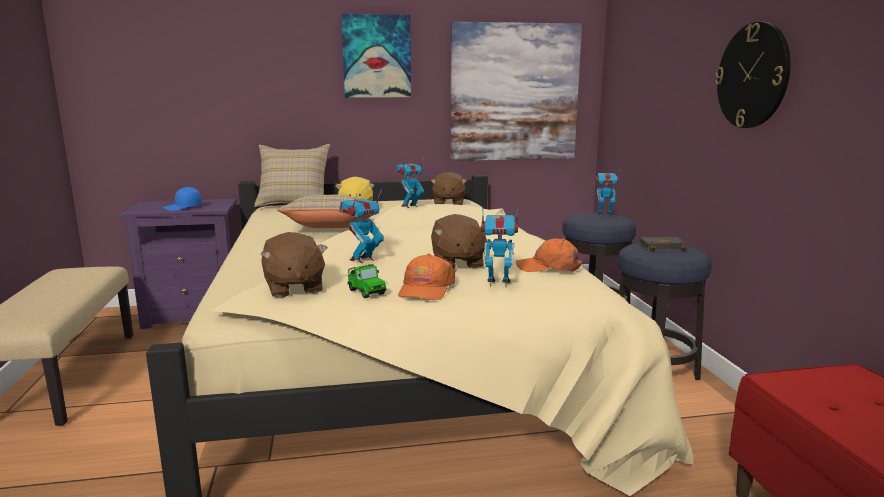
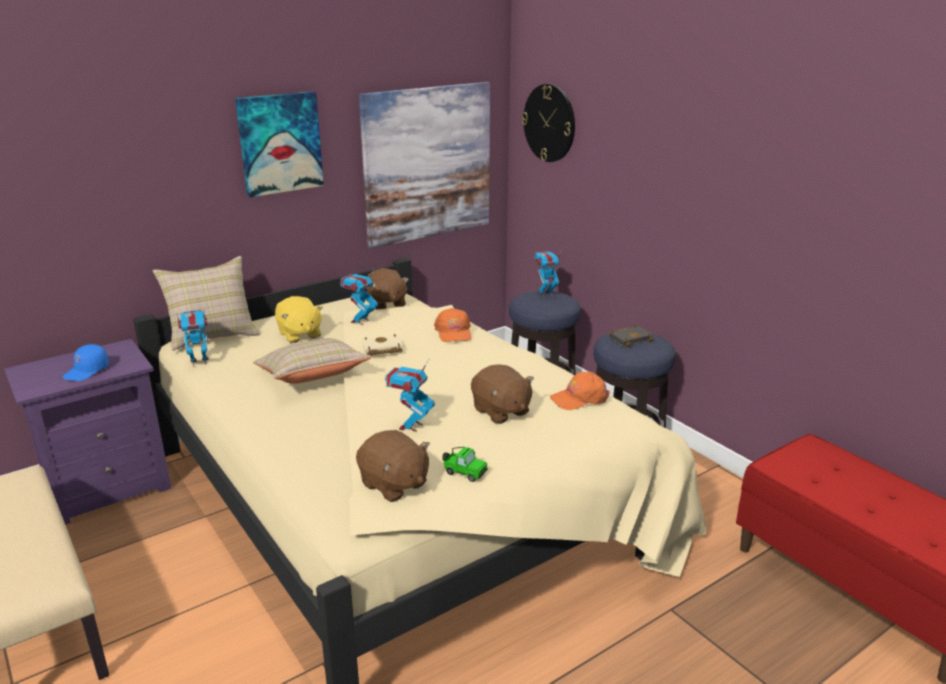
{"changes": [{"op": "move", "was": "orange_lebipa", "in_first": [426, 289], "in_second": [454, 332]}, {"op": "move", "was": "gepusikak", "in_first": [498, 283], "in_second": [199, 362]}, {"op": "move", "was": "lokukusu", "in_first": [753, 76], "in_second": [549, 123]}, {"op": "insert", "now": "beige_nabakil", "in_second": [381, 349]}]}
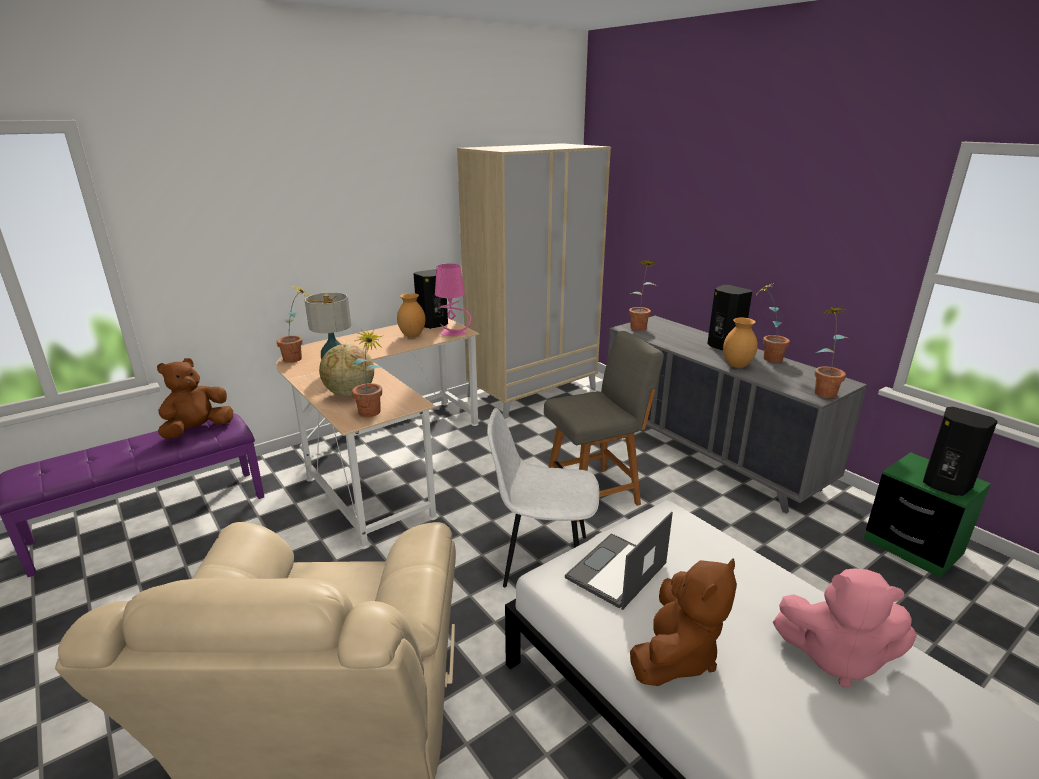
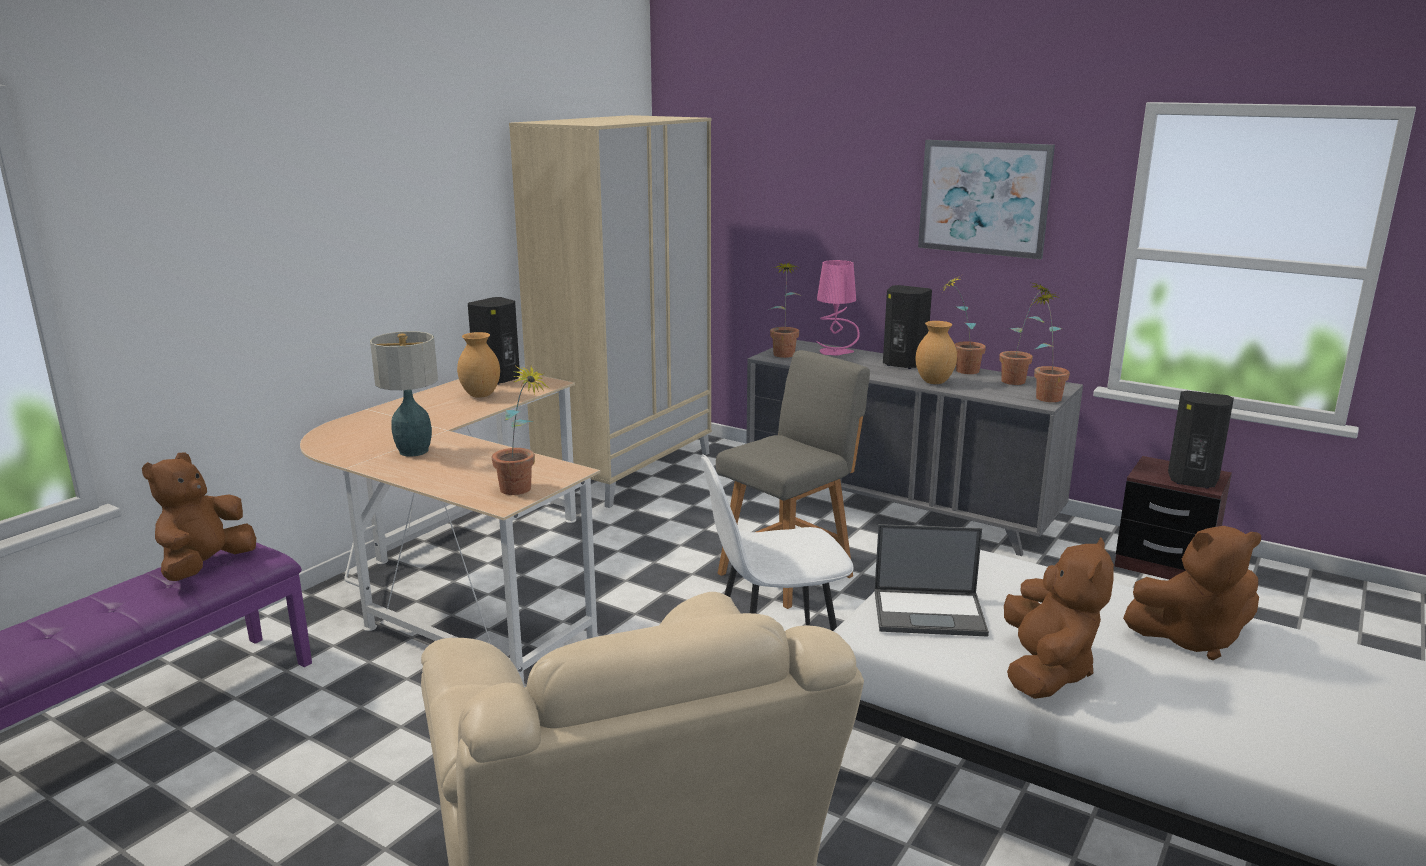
{"changes": [{"op": "move", "was": "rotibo", "in_first": [298, 359], "in_second": [1019, 380]}, {"op": "delete", "was": "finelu", "in_first": [349, 394]}, {"op": "move", "was": "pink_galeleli", "in_first": [453, 333], "in_second": [835, 353]}, {"op": "rotate", "was": "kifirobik", "in_first": [616, 571], "in_second": [930, 612], "clockwise": -105}, {"op": "recolor", "was": "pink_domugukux", "now": "brown_domugukux", "in_first": [836, 656], "in_second": [1191, 638]}, {"op": "recolor", "was": "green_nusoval", "now": "brown_nusoval", "in_first": [912, 547], "in_second": [1164, 564]}, {"op": "insert", "now": "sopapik", "in_second": [984, 198]}]}
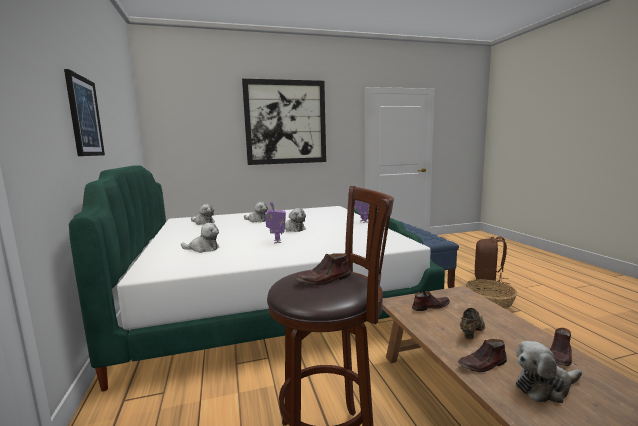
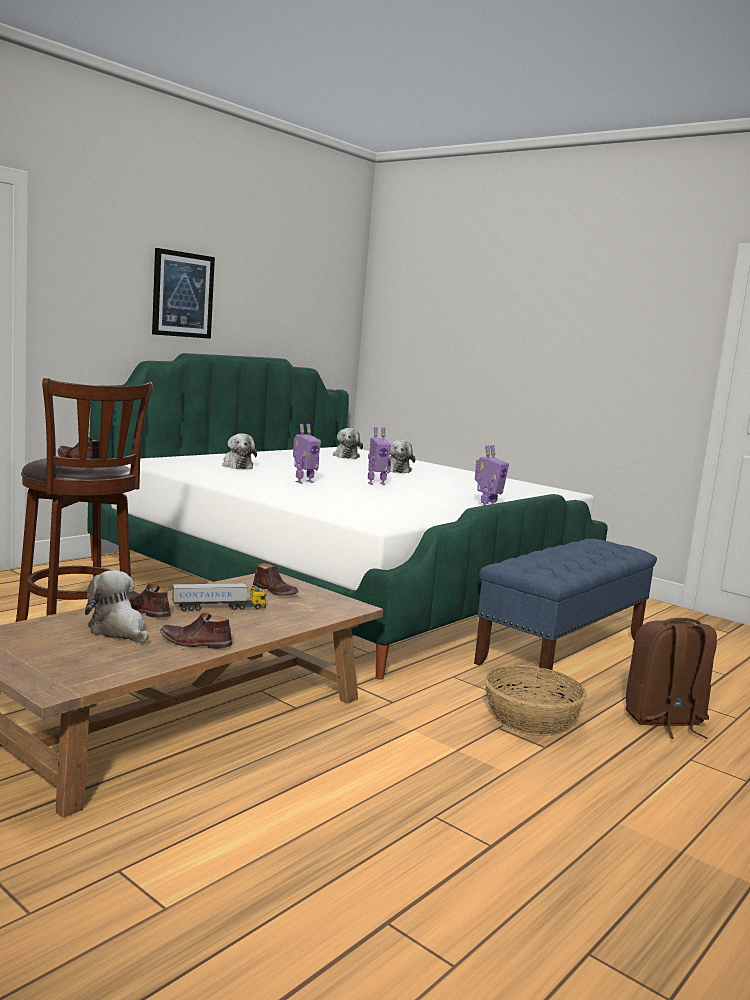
{"changes": [{"op": "delete", "was": "sopapik", "in_first": [285, 122]}, {"op": "replace", "was": "domugukux", "now": "gepusikak", "in_first": [293, 229], "in_second": [376, 484]}, {"op": "replace", "was": "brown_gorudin", "now": "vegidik", "in_first": [471, 332], "in_second": [219, 608]}]}
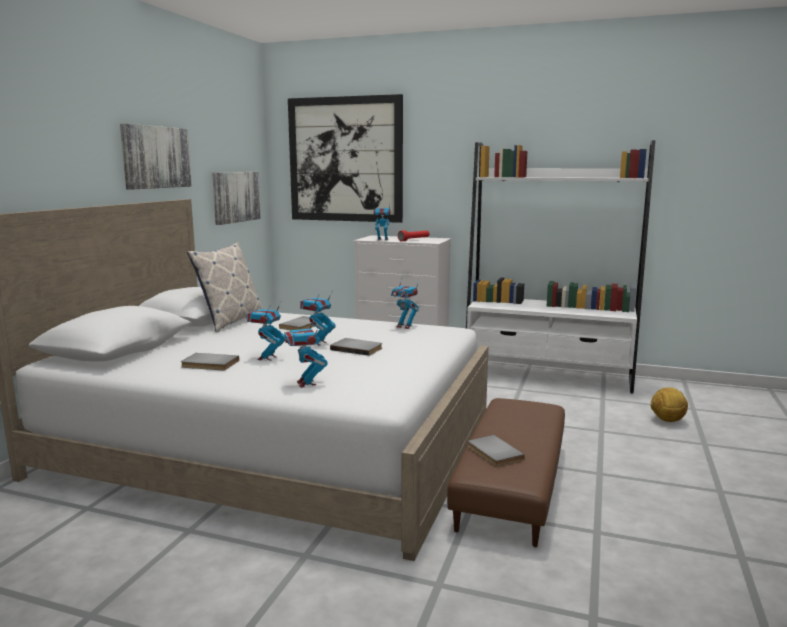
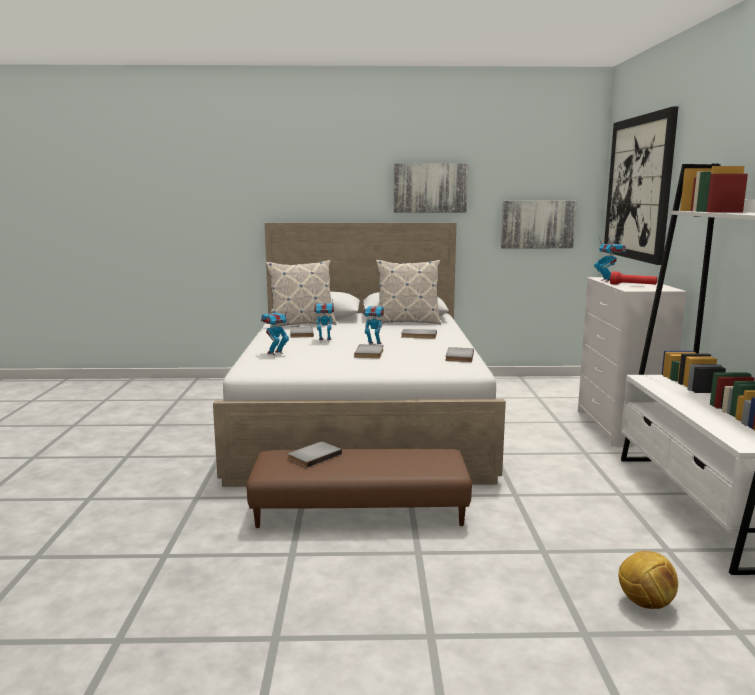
{"changes": [{"op": "replace", "was": "gepusikak", "now": "grey_nabakil", "in_first": [405, 326], "in_second": [458, 356]}, {"op": "insert", "now": "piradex", "in_second": [301, 324]}]}
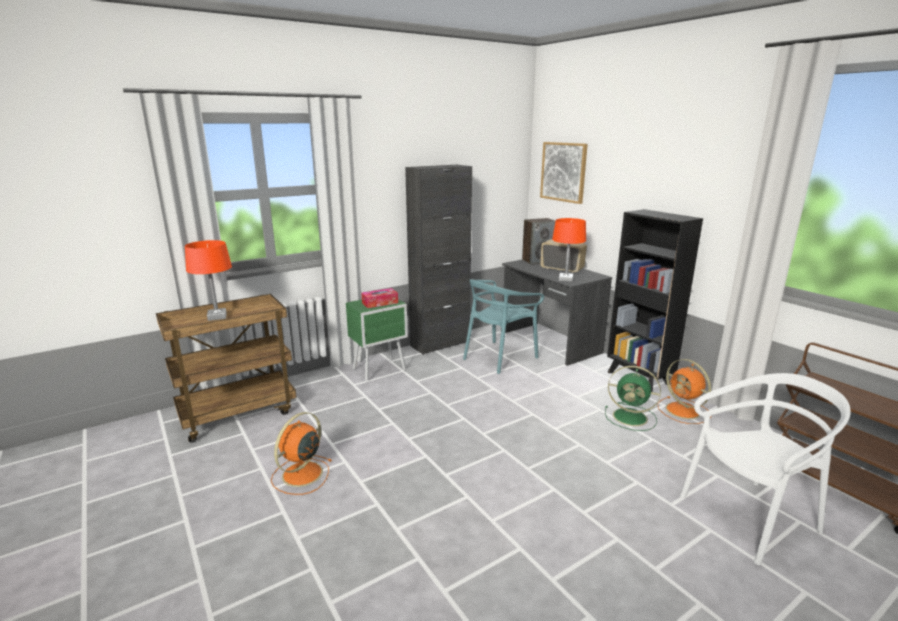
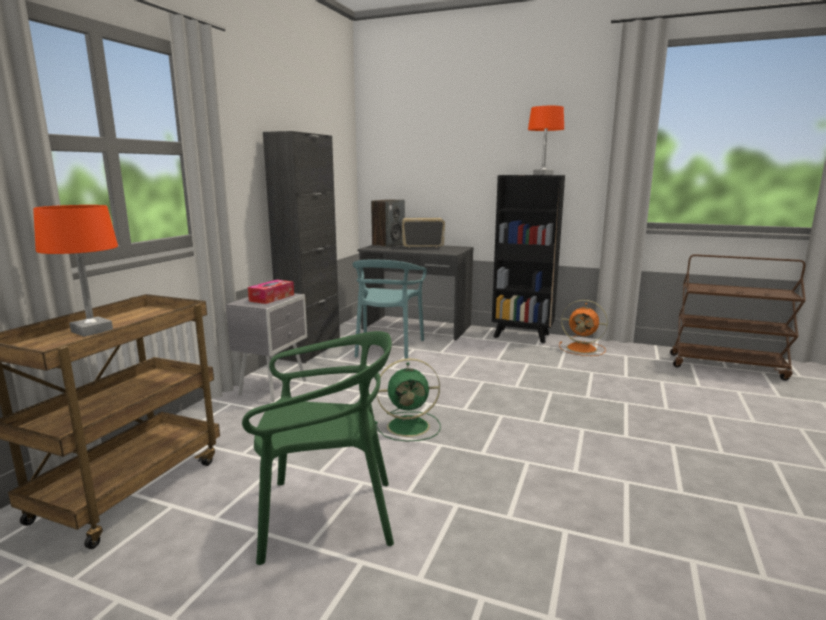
{"changes": [{"op": "replace", "was": "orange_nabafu", "now": "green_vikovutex", "in_first": [301, 475], "in_second": [327, 516]}, {"op": "recolor", "was": "green_nusoval", "now": "grey_nusoval", "in_first": [380, 369], "in_second": [275, 387]}, {"op": "delete", "was": "sopapik", "in_first": [563, 172]}, {"op": "move", "was": "orange_galeleli", "in_first": [565, 279], "in_second": [542, 174]}, {"op": "move", "was": "green_nabafu", "in_first": [631, 417], "in_second": [410, 426]}, {"op": "delete", "was": "white_vikovutex", "in_first": [750, 517]}]}
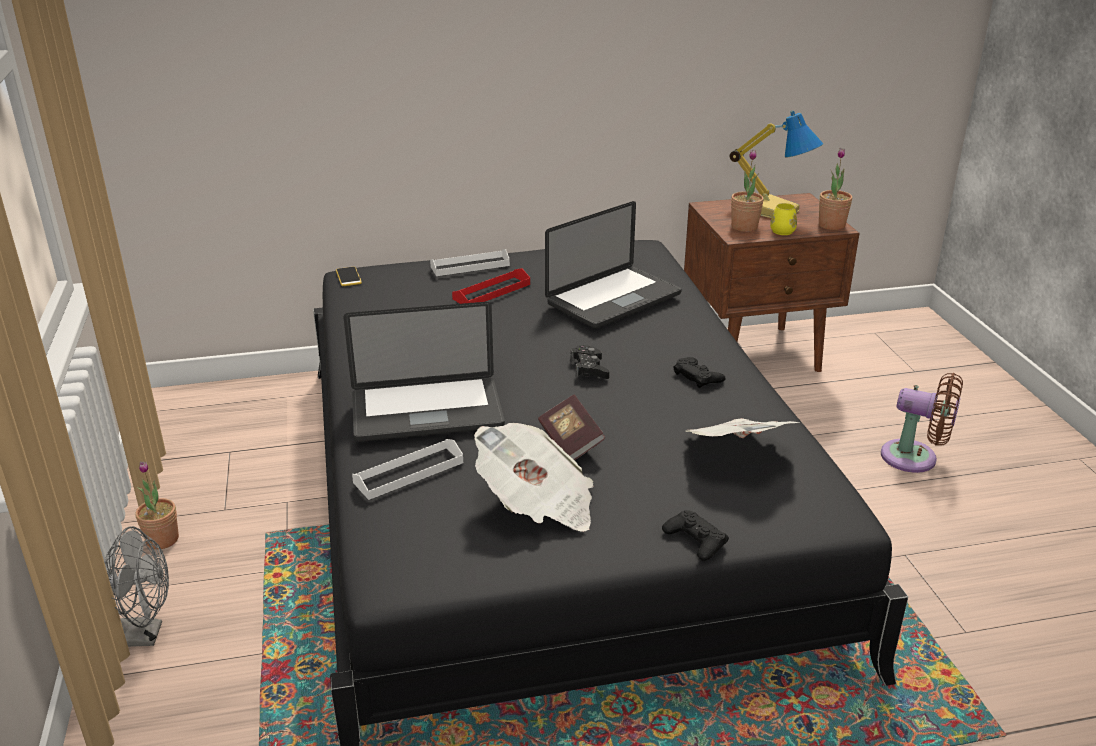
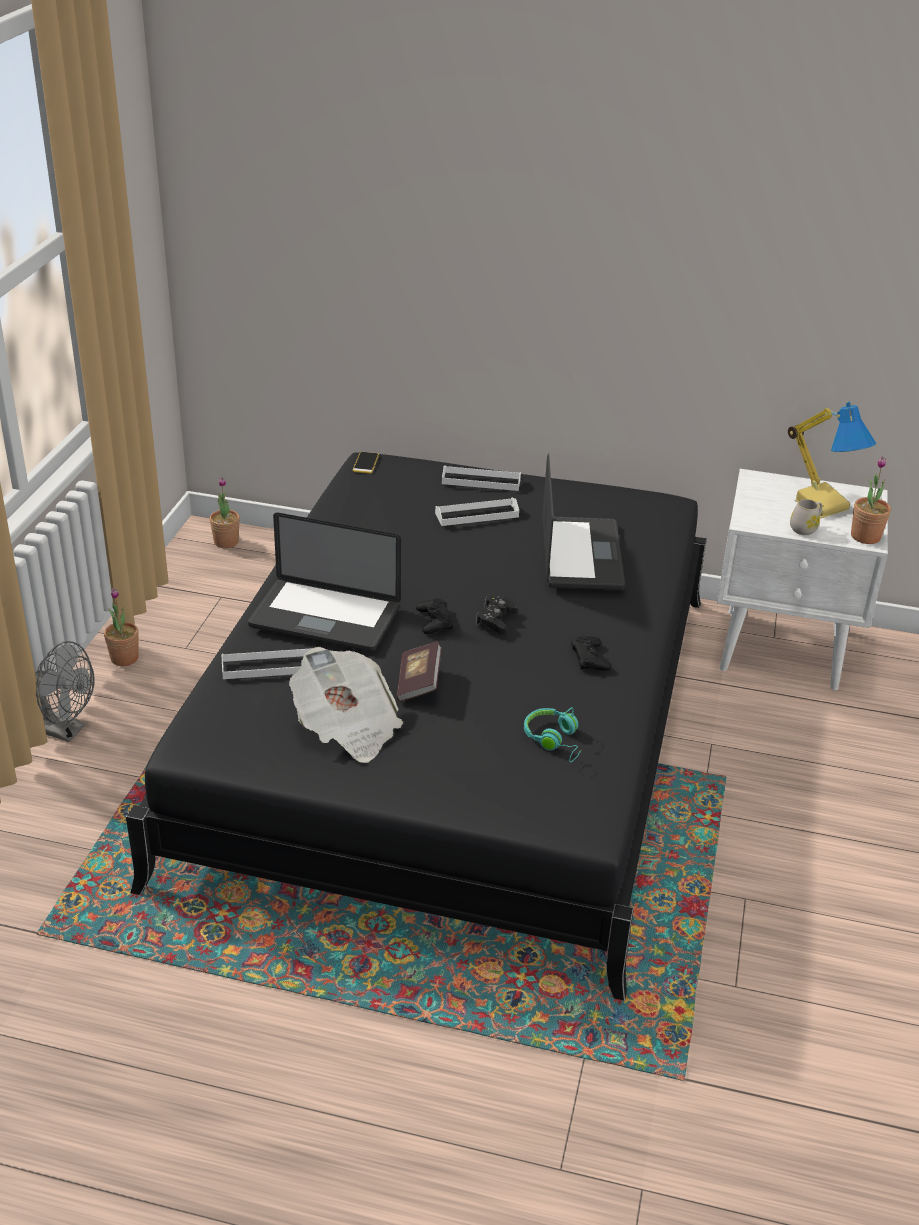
{"changes": [{"op": "recolor", "was": "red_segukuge", "now": "white_segukuge", "in_first": [491, 292], "in_second": [477, 515]}, {"op": "rotate", "was": "kifirobik", "in_first": [613, 299], "in_second": [581, 555], "clockwise": -75}, {"op": "move", "was": "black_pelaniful", "in_first": [695, 540], "in_second": [434, 621]}, {"op": "recolor", "was": "brown_nusoval", "now": "white_nusoval", "in_first": [757, 354], "in_second": [783, 650]}, {"op": "replace", "was": "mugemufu", "now": "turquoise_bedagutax", "in_first": [737, 452], "in_second": [555, 740]}, {"op": "move", "was": "rotibo", "in_first": [744, 227], "in_second": [226, 542]}, {"op": "recolor", "was": "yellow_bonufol", "now": "white_bonufol", "in_first": [783, 230], "in_second": [805, 528]}, {"op": "delete", "was": "brown_nabafu", "in_first": [915, 458]}]}
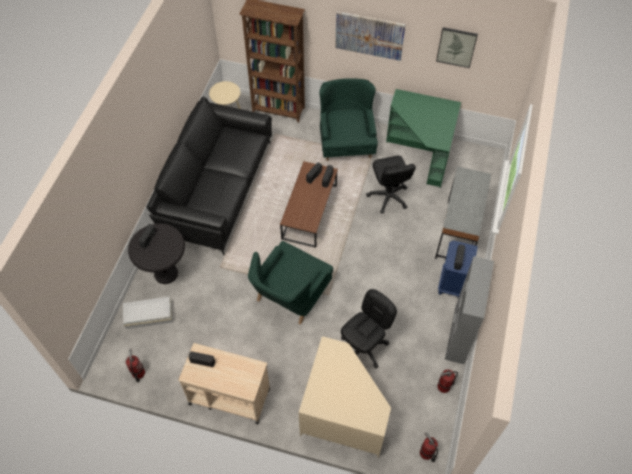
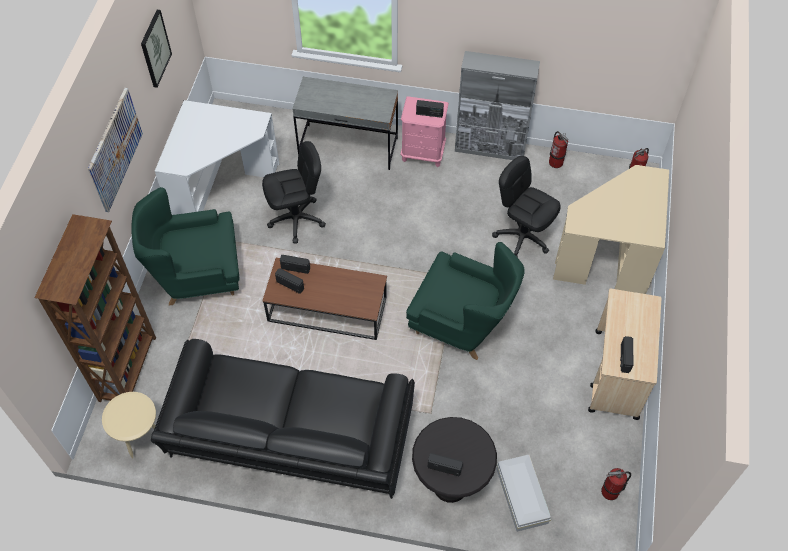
{"changes": [{"op": "recolor", "was": "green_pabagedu", "now": "white_pabagedu", "in_first": [420, 153], "in_second": [220, 185]}, {"op": "recolor", "was": "blue_nusoval", "now": "pink_nusoval", "in_first": [452, 284], "in_second": [423, 153]}]}
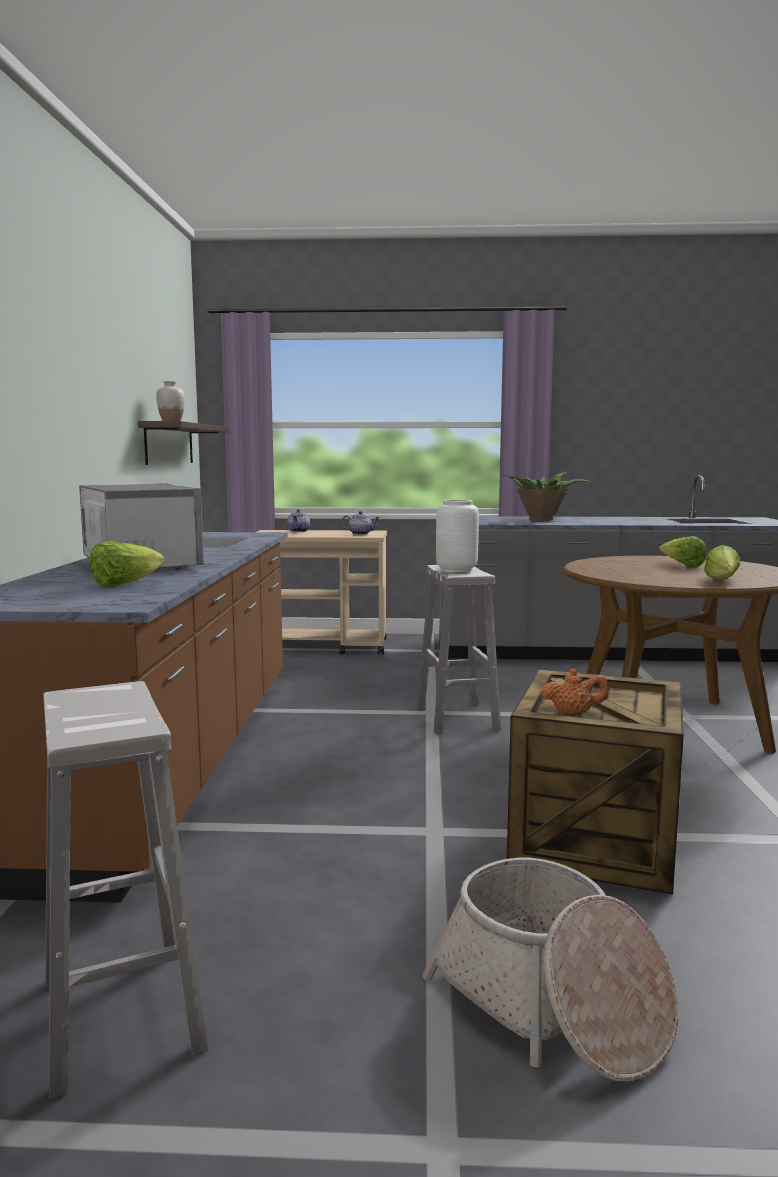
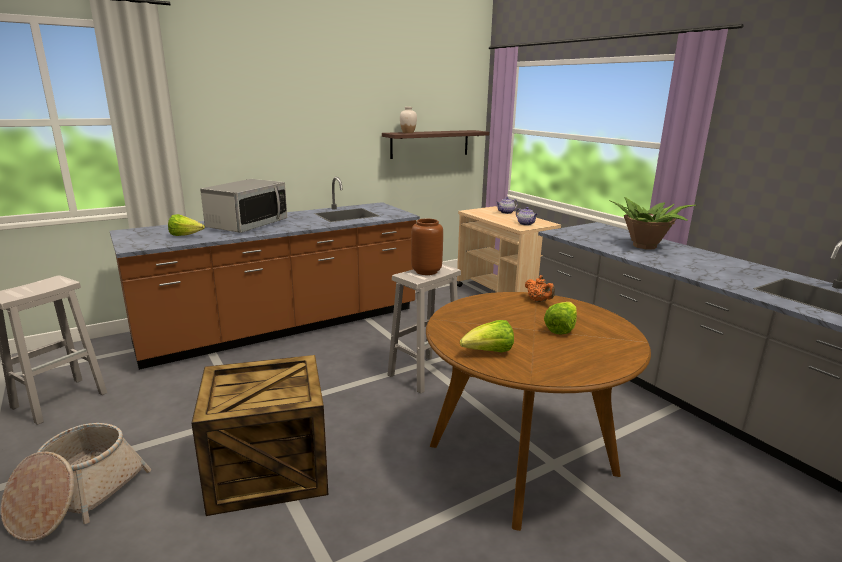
{"changes": [{"op": "recolor", "was": "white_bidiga", "now": "brown_bidiga", "in_first": [455, 570], "in_second": [426, 271]}, {"op": "move", "was": "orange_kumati", "in_first": [573, 714], "in_second": [538, 301]}]}
